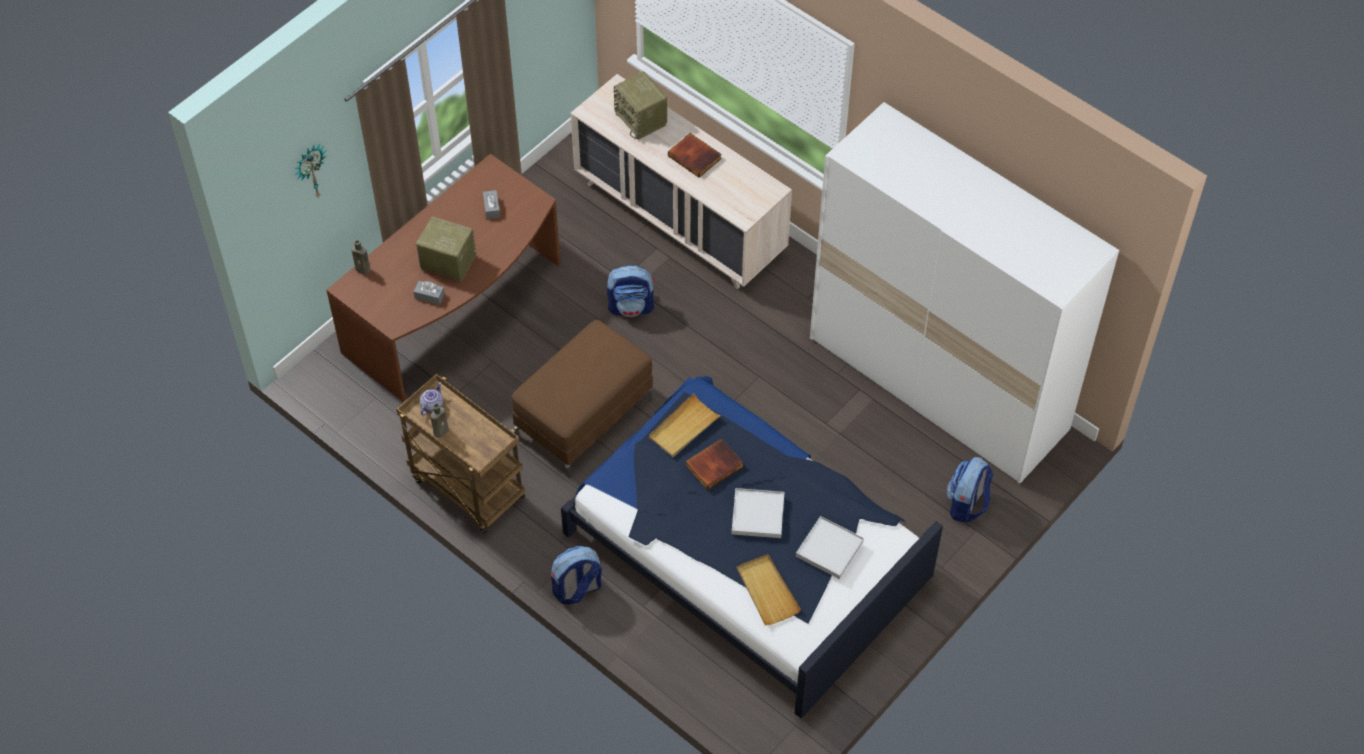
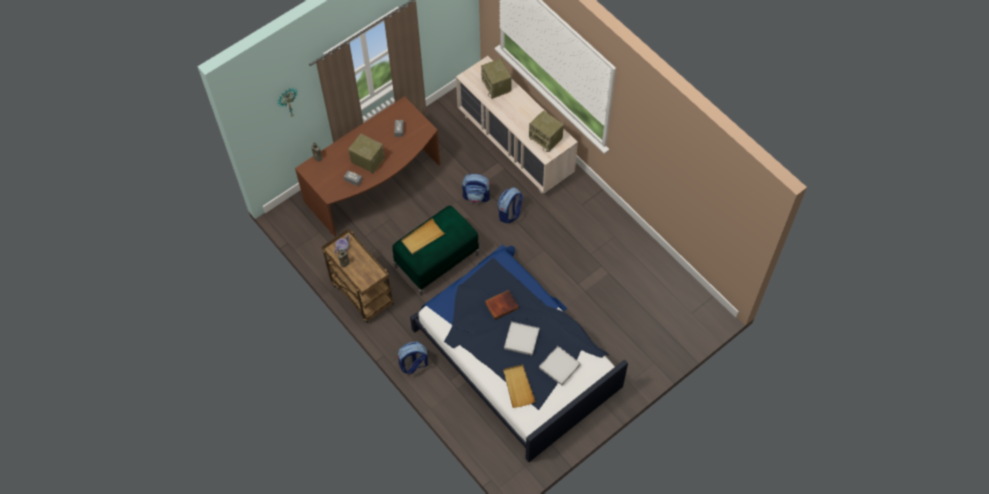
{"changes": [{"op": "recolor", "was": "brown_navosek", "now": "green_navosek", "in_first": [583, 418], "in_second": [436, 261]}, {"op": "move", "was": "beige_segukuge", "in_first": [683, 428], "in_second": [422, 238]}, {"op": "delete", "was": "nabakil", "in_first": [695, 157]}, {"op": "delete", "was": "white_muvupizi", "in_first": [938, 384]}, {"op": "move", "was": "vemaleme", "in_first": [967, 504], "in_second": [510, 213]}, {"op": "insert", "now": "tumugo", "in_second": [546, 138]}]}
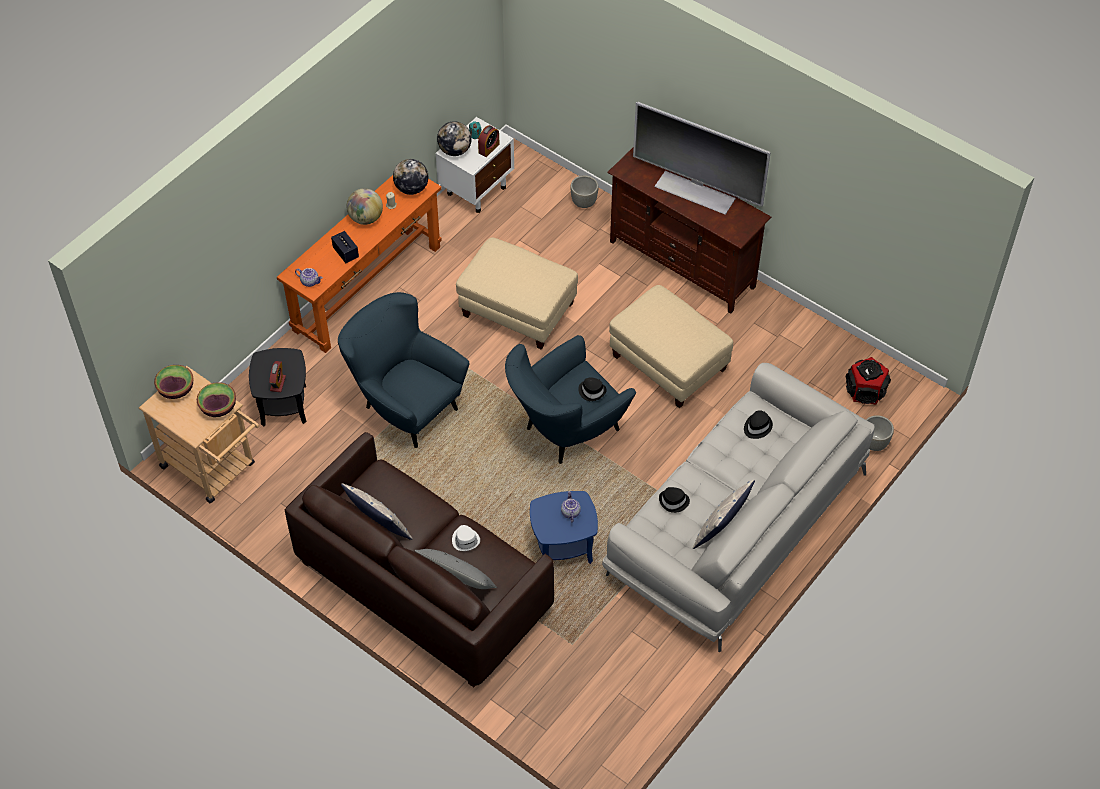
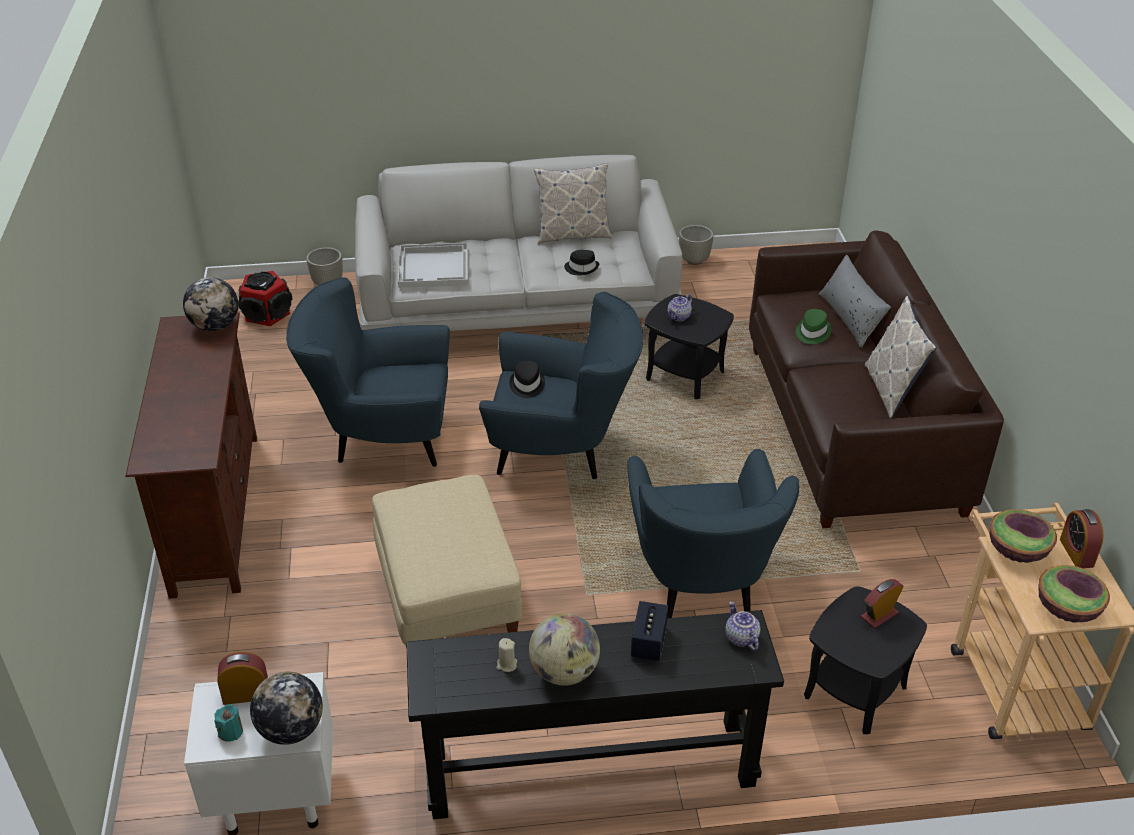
{"changes": [{"op": "recolor", "was": "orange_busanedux", "now": "black_busanedux", "in_first": [367, 288], "in_second": [590, 767]}, {"op": "move", "was": "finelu", "in_first": [411, 188], "in_second": [215, 326]}, {"op": "recolor", "was": "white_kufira", "now": "green_kufira", "in_first": [465, 540], "in_second": [812, 332]}, {"op": "recolor", "was": "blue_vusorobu", "now": "black_vusorobu", "in_first": [563, 548], "in_second": [685, 376]}, {"op": "move", "was": "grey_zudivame", "in_first": [584, 203], "in_second": [694, 260]}, {"op": "replace", "was": "beige_navosek", "now": "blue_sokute", "in_first": [669, 363], "in_second": [381, 439]}, {"op": "delete", "was": "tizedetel", "in_first": [695, 191]}, {"op": "replace", "was": "black_kufira", "now": "white_segukuge", "in_first": [757, 427], "in_second": [434, 268]}, {"op": "insert", "now": "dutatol", "in_second": [1076, 552]}]}
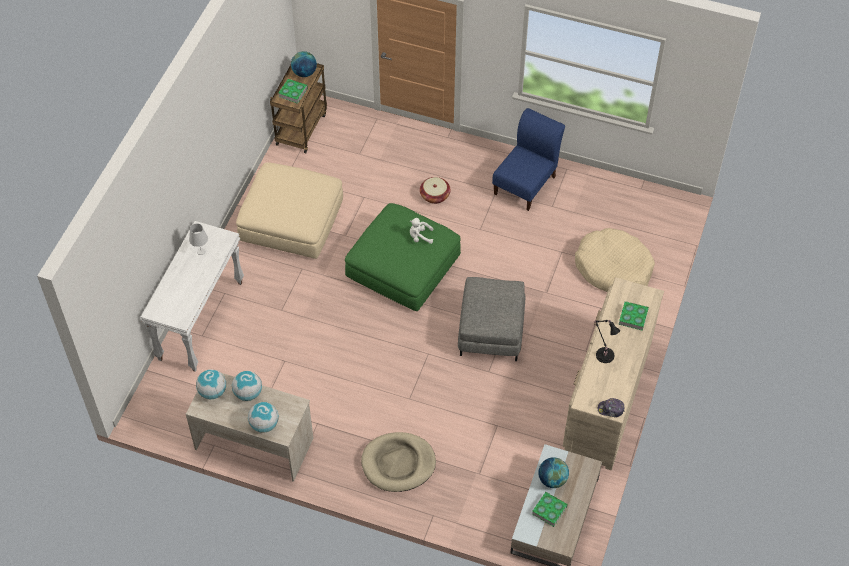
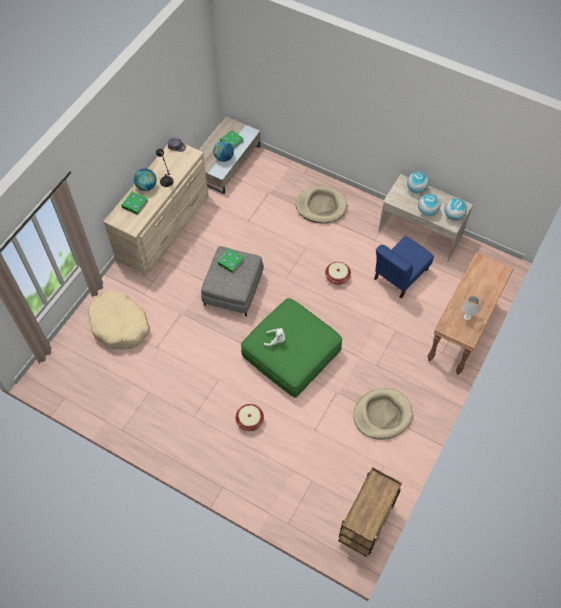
{"changes": [{"op": "recolor", "was": "white_busanedux", "now": "brown_busanedux", "in_first": [200, 320], "in_second": [462, 332]}, {"op": "replace", "was": "beige_navosek", "now": "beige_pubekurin", "in_first": [292, 220], "in_second": [382, 415]}, {"op": "move", "was": "nabakil", "in_first": [293, 92], "in_second": [230, 262]}, {"op": "move", "was": "finelu", "in_first": [304, 73], "in_second": [146, 186]}, {"op": "move", "was": "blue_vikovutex", "in_first": [526, 183], "in_second": [399, 276]}, {"op": "insert", "now": "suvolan", "in_second": [337, 277]}]}
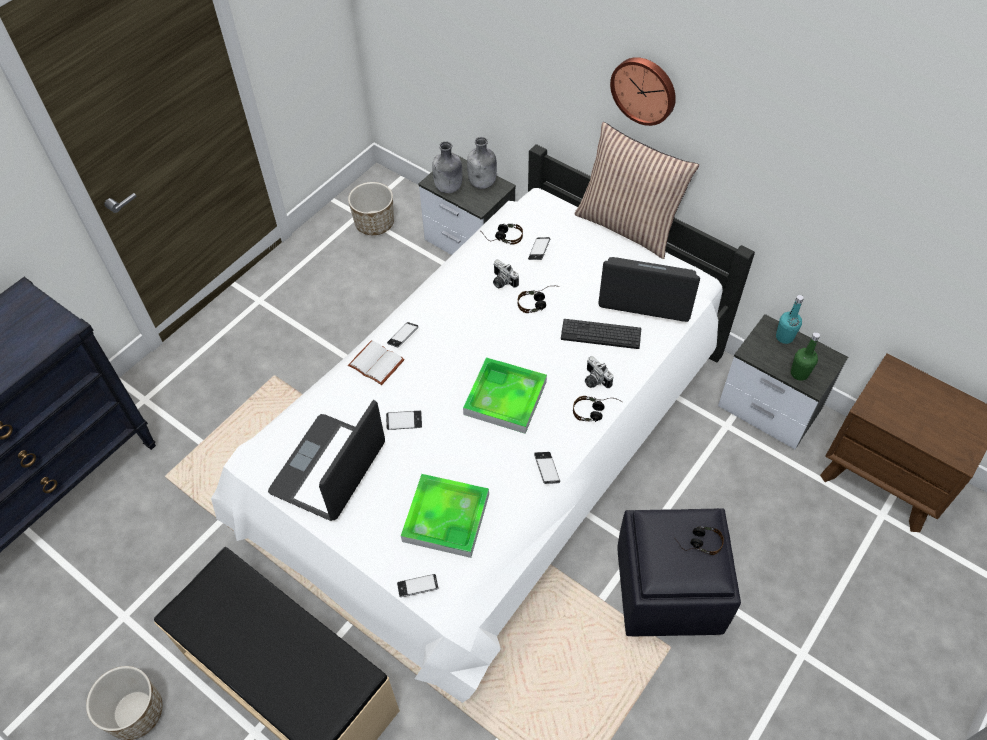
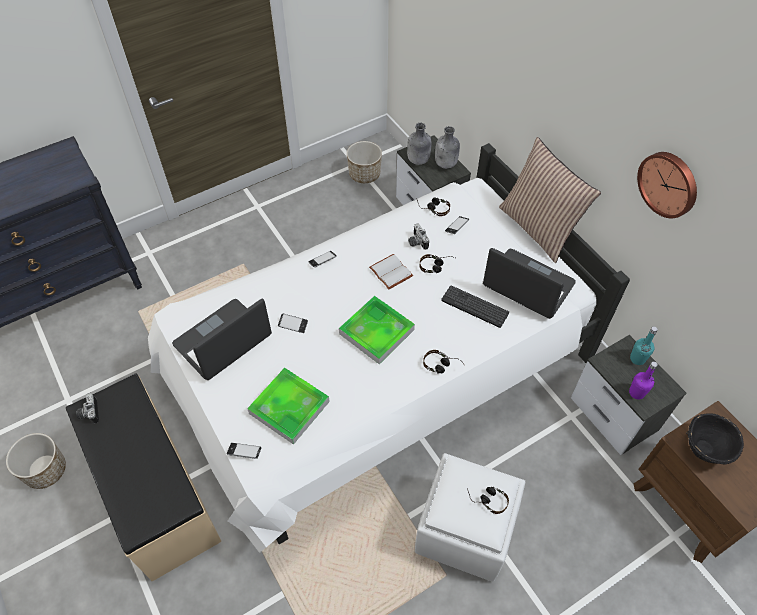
{"changes": [{"op": "move", "was": "white_nabakil", "in_first": [375, 364], "in_second": [389, 272]}, {"op": "delete", "was": "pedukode", "in_first": [546, 469]}, {"op": "move", "was": "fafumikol", "in_first": [594, 380], "in_second": [89, 413]}, {"op": "move", "was": "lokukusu", "in_first": [644, 89], "in_second": [669, 183]}, {"op": "recolor", "was": "black_navosek", "now": "white_navosek", "in_first": [670, 591], "in_second": [465, 530]}, {"op": "recolor", "was": "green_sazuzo", "now": "purple_sazuzo", "in_first": [799, 373], "in_second": [636, 392]}, {"op": "insert", "now": "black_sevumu", "in_second": [705, 449]}]}
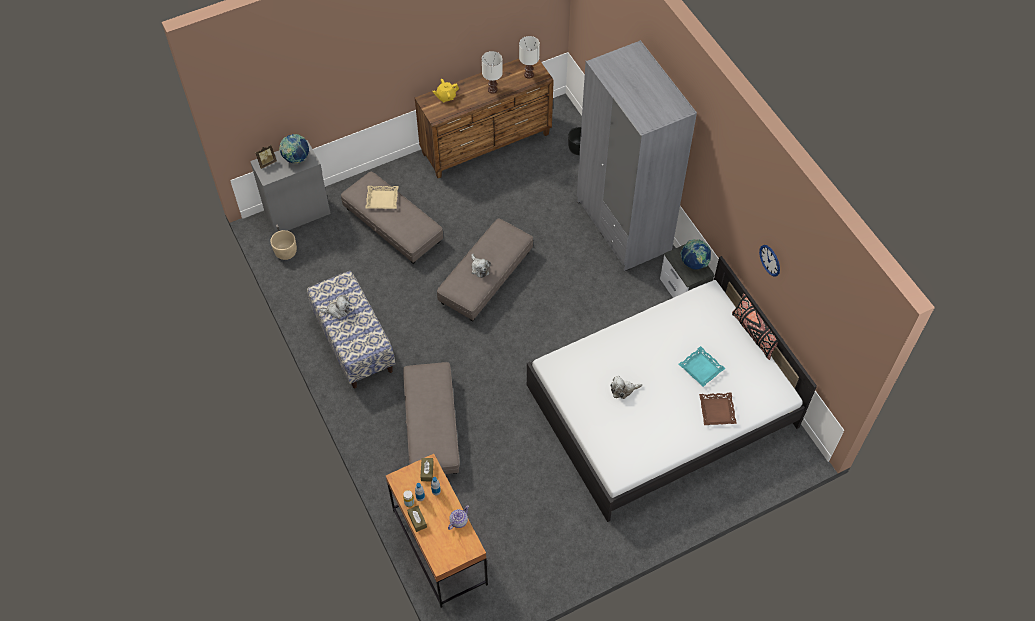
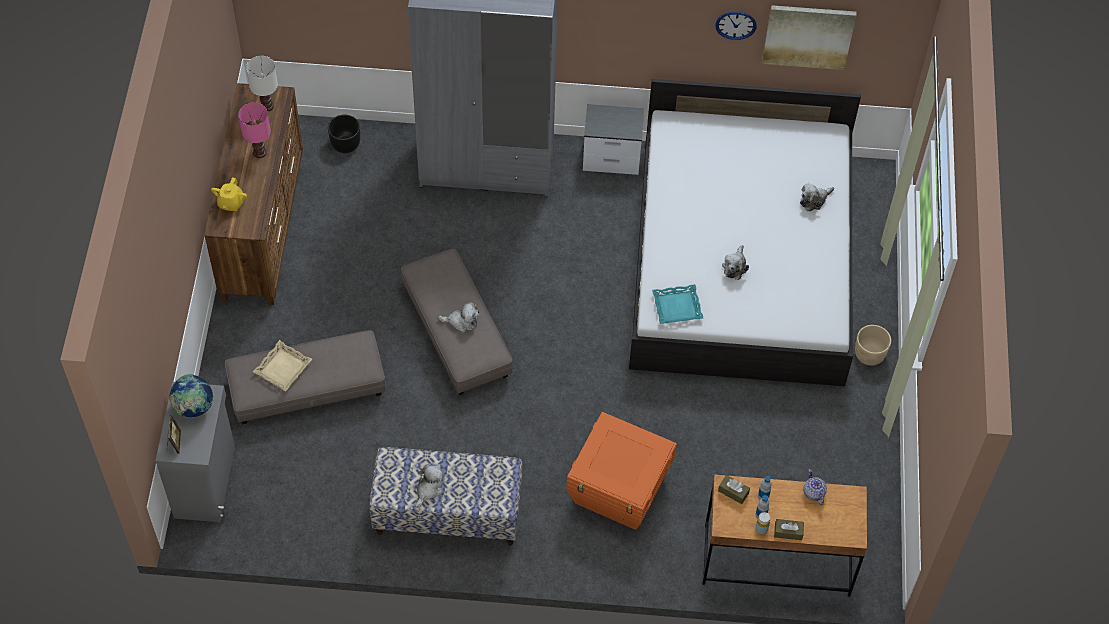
{"changes": [{"op": "move", "was": "beige_zudivame", "in_first": [286, 252], "in_second": [869, 354]}, {"op": "replace", "was": "grey_navosek", "now": "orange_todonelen", "in_first": [432, 427], "in_second": [619, 490]}, {"op": "recolor", "was": "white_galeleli", "now": "pink_galeleli", "in_first": [493, 90], "in_second": [260, 152]}, {"op": "move", "was": "turquoise_segukuge", "in_first": [701, 368], "in_second": [677, 306]}, {"op": "delete", "was": "finelu", "in_first": [694, 263]}, {"op": "replace", "was": "brown_segukuge", "now": "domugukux", "in_first": [717, 411], "in_second": [814, 200]}, {"op": "delete", "was": "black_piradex", "in_first": [754, 334]}, {"op": "insert", "now": "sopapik", "in_second": [808, 36]}]}
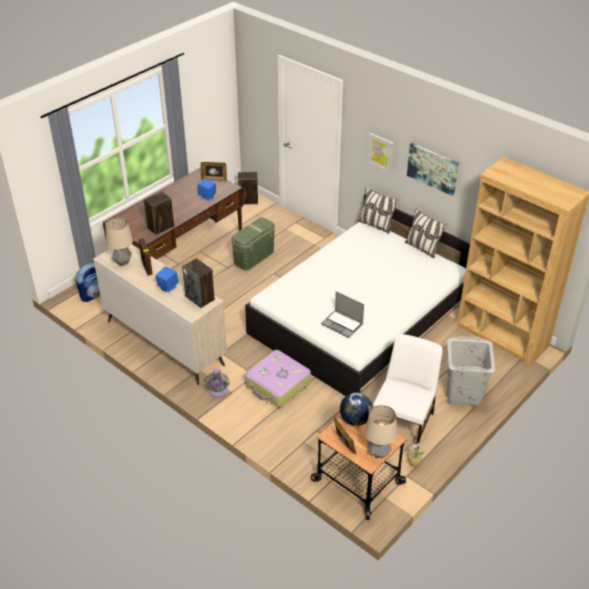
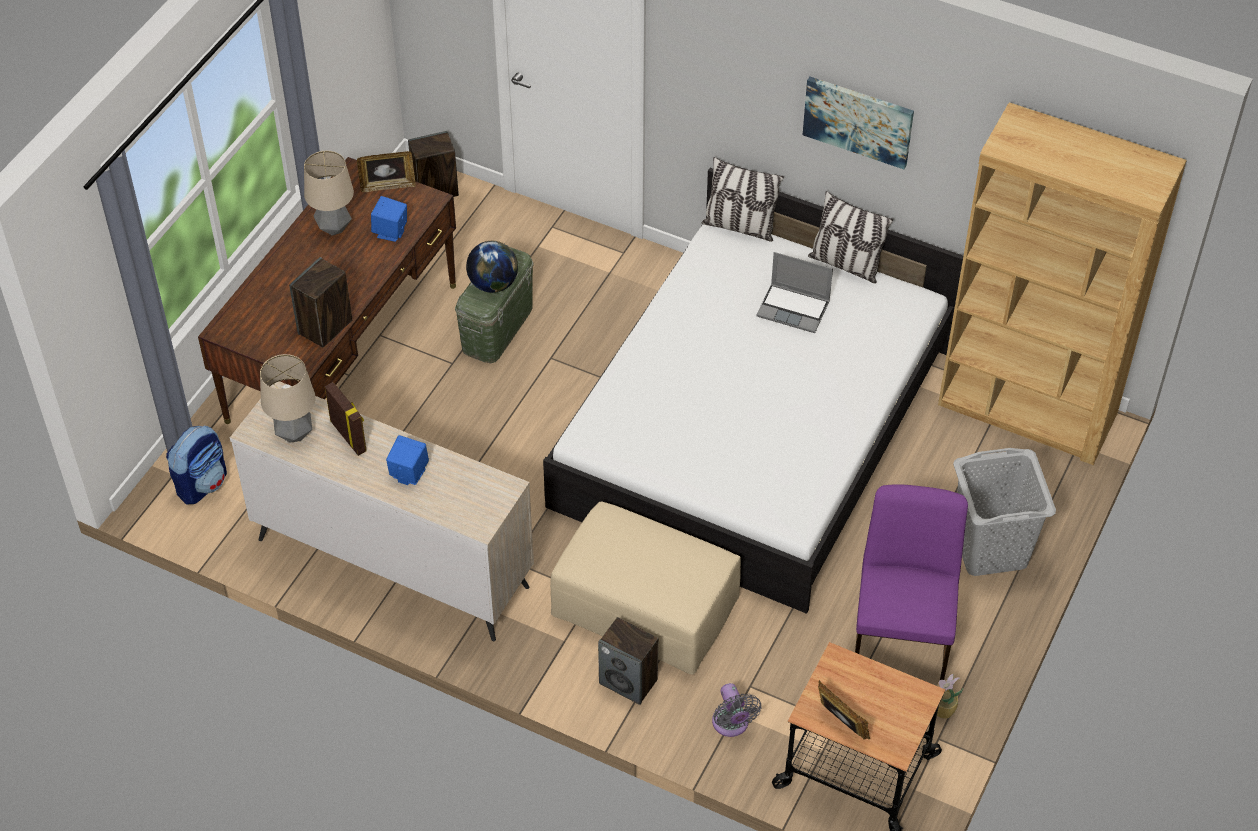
{"changes": [{"op": "move", "was": "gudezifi", "in_first": [200, 298], "in_second": [629, 681]}, {"op": "move", "was": "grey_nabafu", "in_first": [218, 392], "in_second": [731, 725]}, {"op": "replace", "was": "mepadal", "now": "beige_navosek", "in_first": [277, 385], "in_second": [645, 607]}, {"op": "move", "was": "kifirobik", "in_first": [342, 324], "in_second": [794, 309]}, {"op": "move", "was": "finelu", "in_first": [355, 420], "in_second": [493, 284]}, {"op": "move", "was": "galeleli", "in_first": [378, 453], "in_second": [333, 228]}, {"op": "delete", "was": "sopapik", "in_first": [381, 152]}, {"op": "recolor", "was": "white_vikovutex", "now": "purple_vikovutex", "in_first": [403, 424], "in_second": [902, 636]}]}
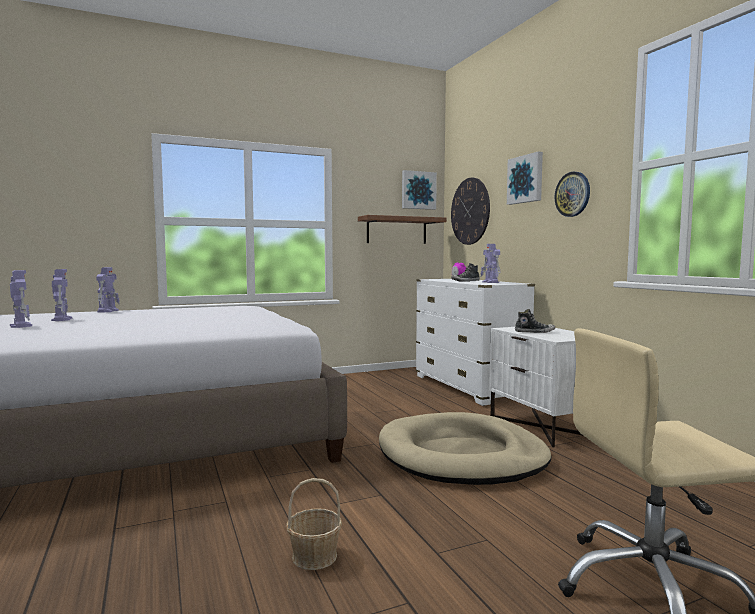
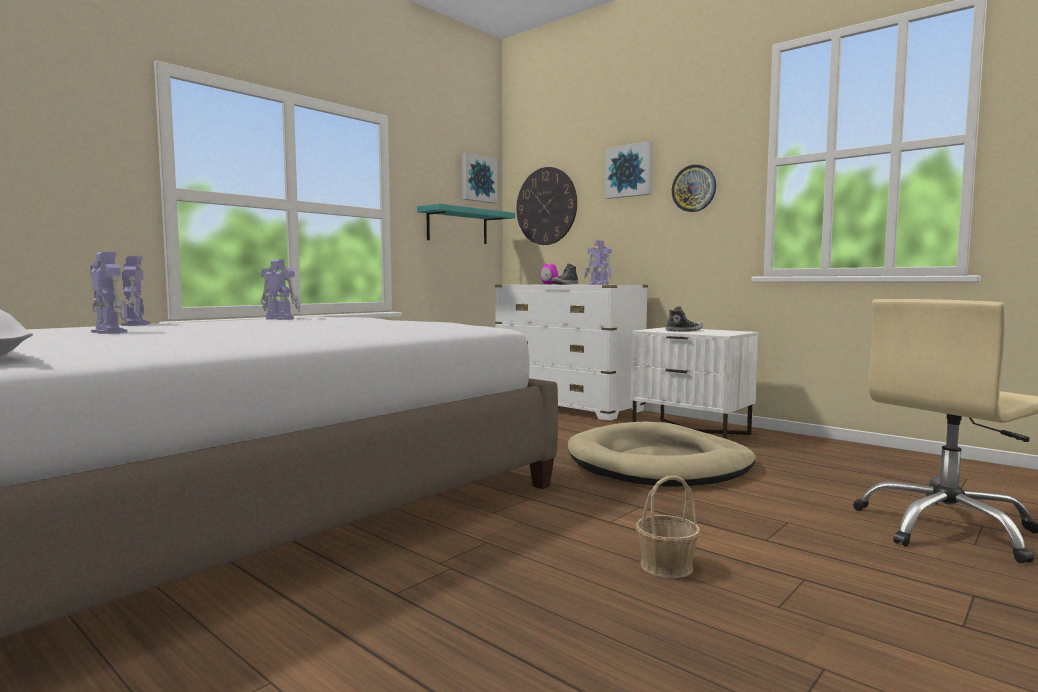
{"changes": [{"op": "move", "was": "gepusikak", "in_first": [20, 325], "in_second": [279, 319]}, {"op": "recolor", "was": "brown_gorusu", "now": "turquoise_gorusu", "in_first": [396, 230], "in_second": [457, 226]}]}
